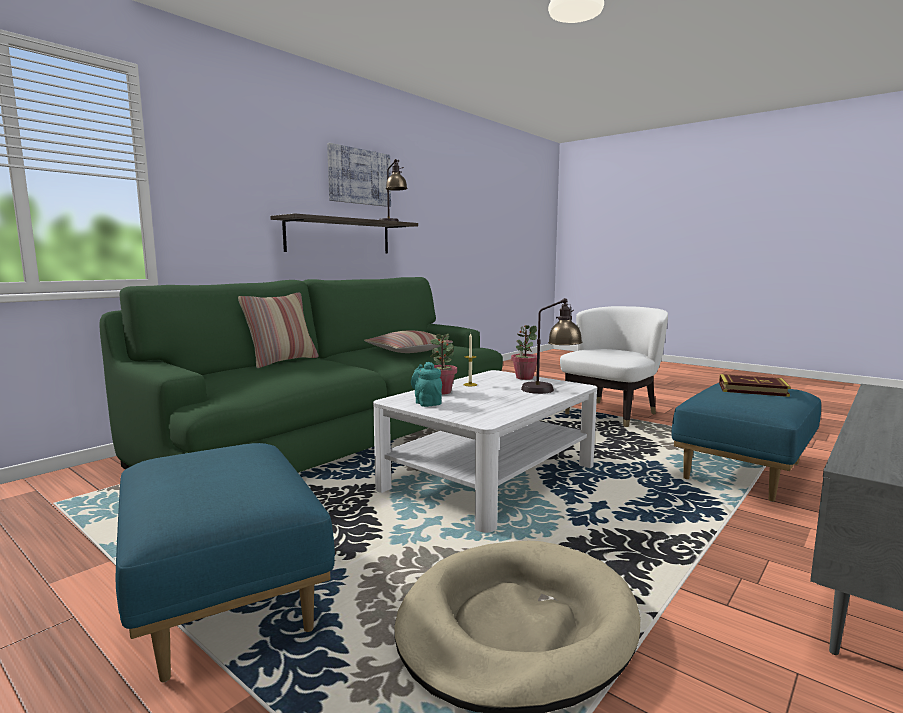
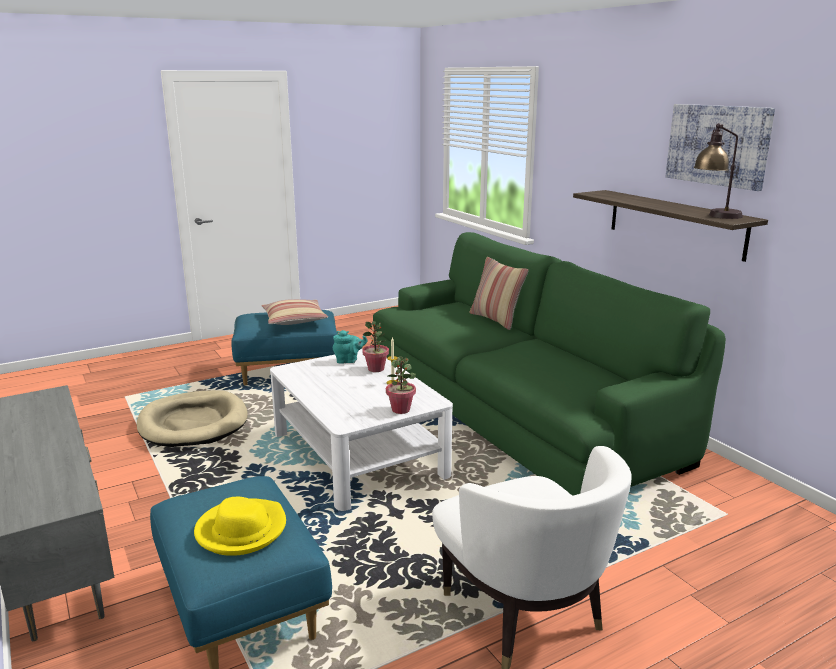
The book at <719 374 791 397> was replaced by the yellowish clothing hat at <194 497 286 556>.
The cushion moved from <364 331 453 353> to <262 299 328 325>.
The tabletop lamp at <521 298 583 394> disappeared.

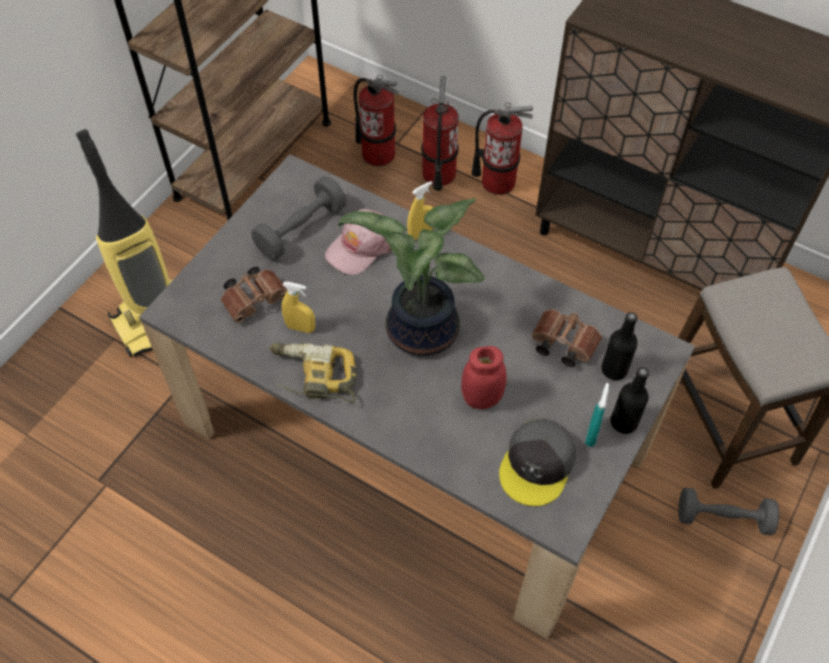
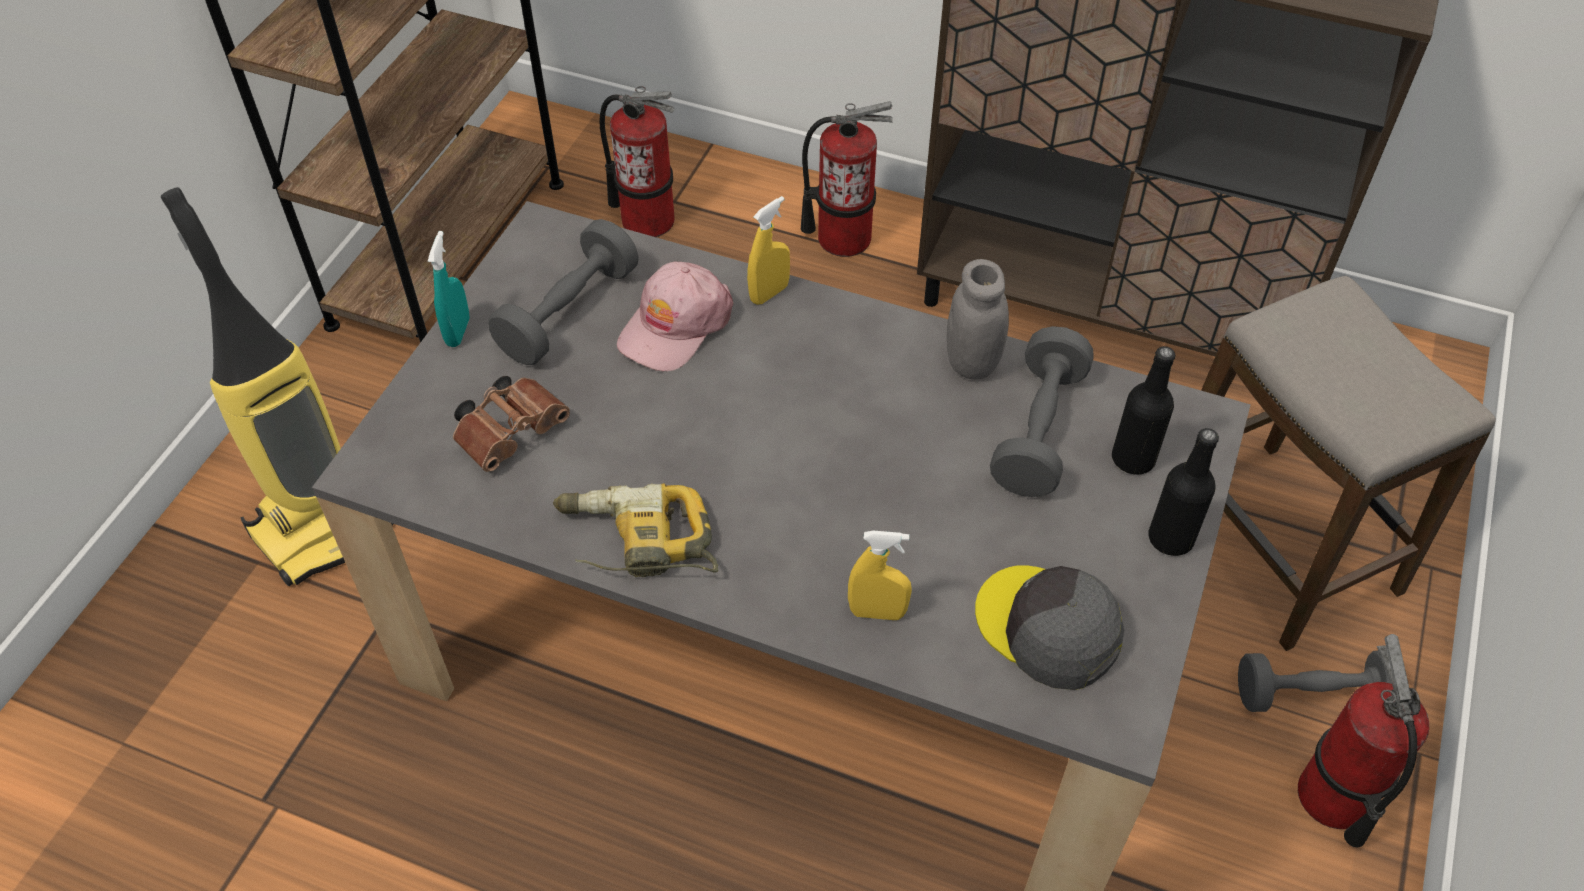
The blue-green spray bottle moved from <585 383 609 447> to <428 231 470 347>.
The yellowish spray bottle moved from <282 282 315 333> to <848 531 912 620>.
The grey jar at <946 259 1009 380> appeared.
The grey peaked cap at <499 418 576 506> turned 120 degrees clockwise.
The brown field glasses at <531 309 602 367> was replaced by the grey free weight at <990 326 1094 497>.
The extinguisher moved from <421 76 459 191> to <1298 634 1429 847>.
The plant in a pot at <338 198 485 356> disappeared.
The red-coloured jar at <461 346 507 409> disappeared.

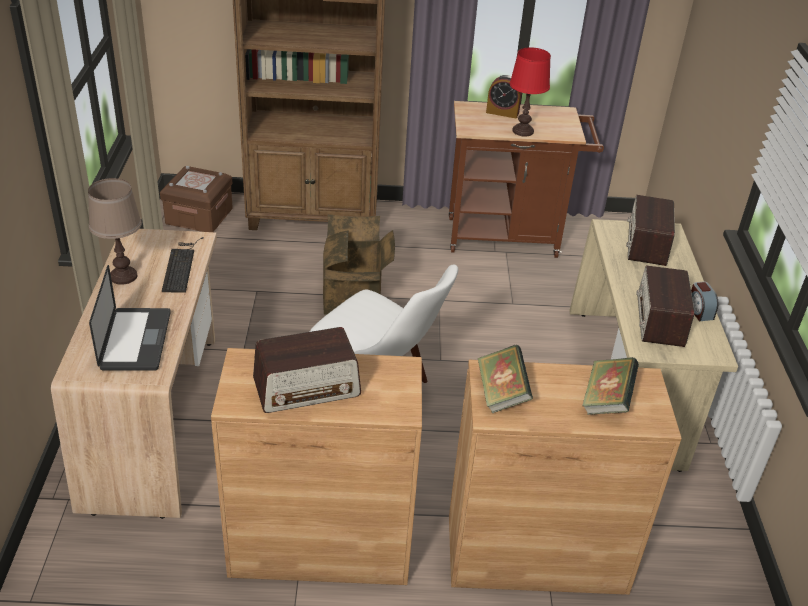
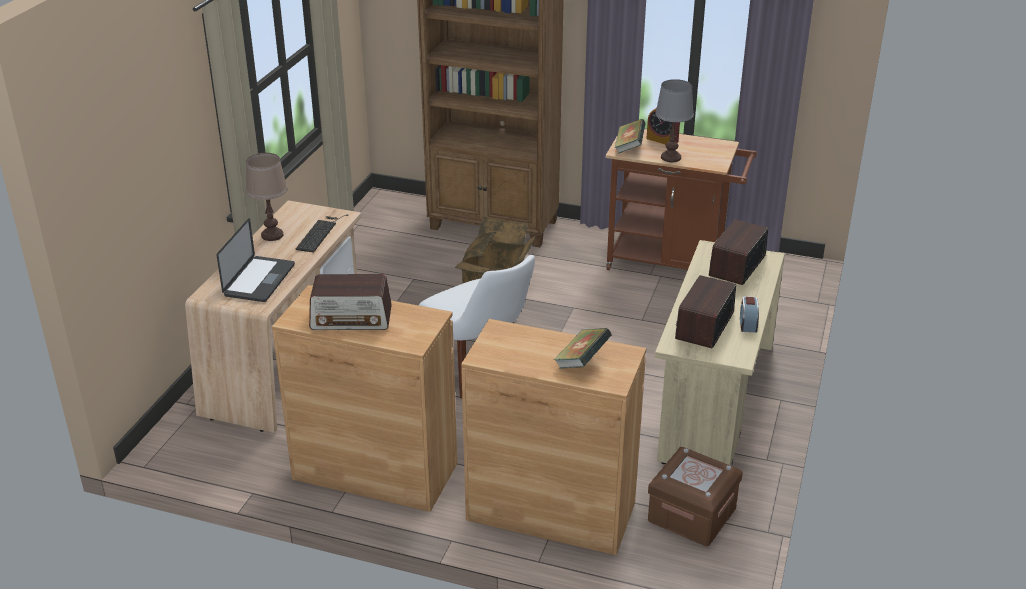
The book moved from <477 345 533 413> to <615 119 646 154>.
The brown storage box moved from <160 166 233 232> to <648 447 743 546>.
The red-coloured tabletop lamp at <509 47 551 137> became the grey tabletop lamp at <655 79 694 162>.

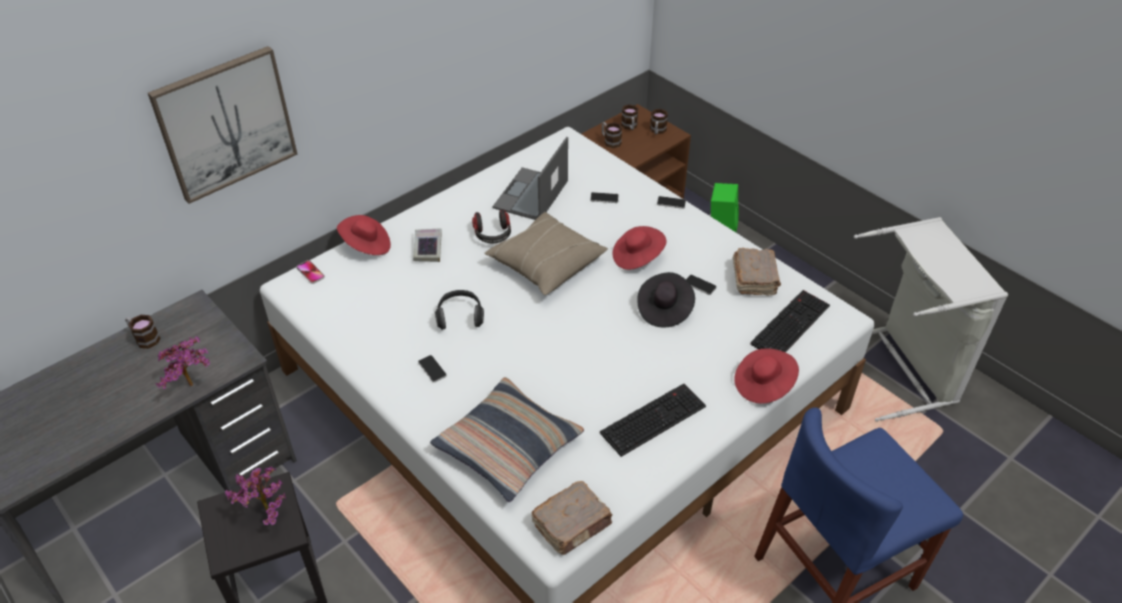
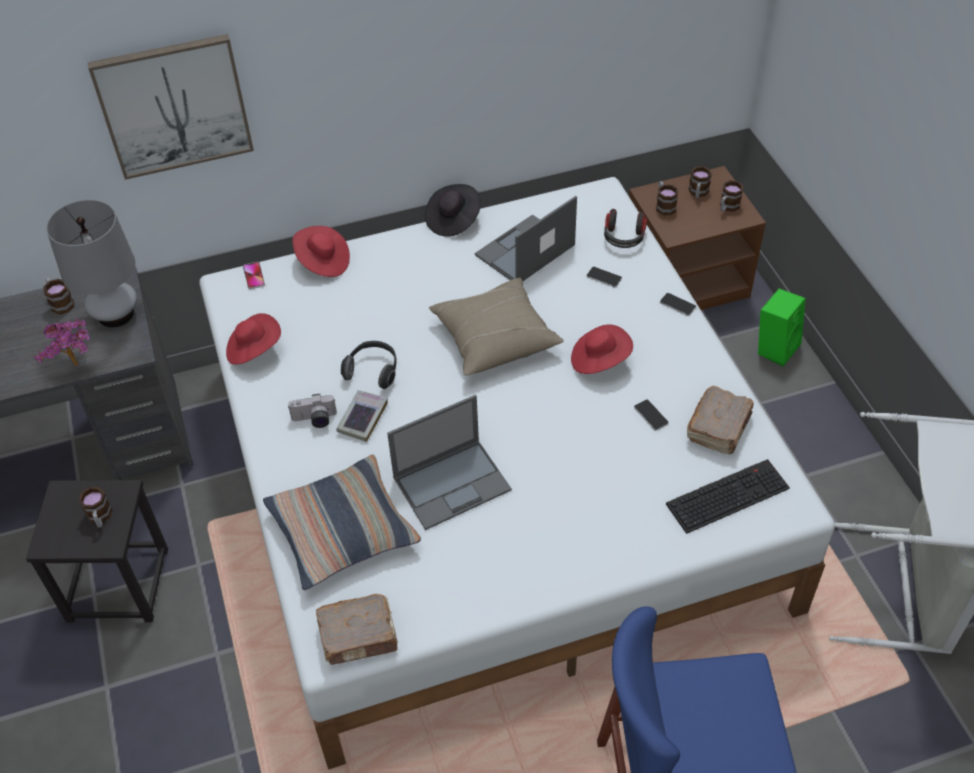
The grey tabletop lamp at <46 200 137 328> appeared.
The plant in a pot at <225 467 286 525> was replaced by the tea mug at <78 487 112 528>.
The red-coloured clothing hat moved from <734 348 799 404> to <226 313 281 365>.
The telephone at <418 355 447 382> was replaced by the still camera at <288 394 337 428>.
The book moved from <413 228 441 262> to <336 390 388 442>.
The portable computer at <387 395 512 530> appeared.
The black clothing hat moved from <637 272 695 328> to <425 184 481 237>.
The headset moved from <472 209 511 243> to <604 209 647 248>.
The keyboard at <600 384 706 457> disappeared.

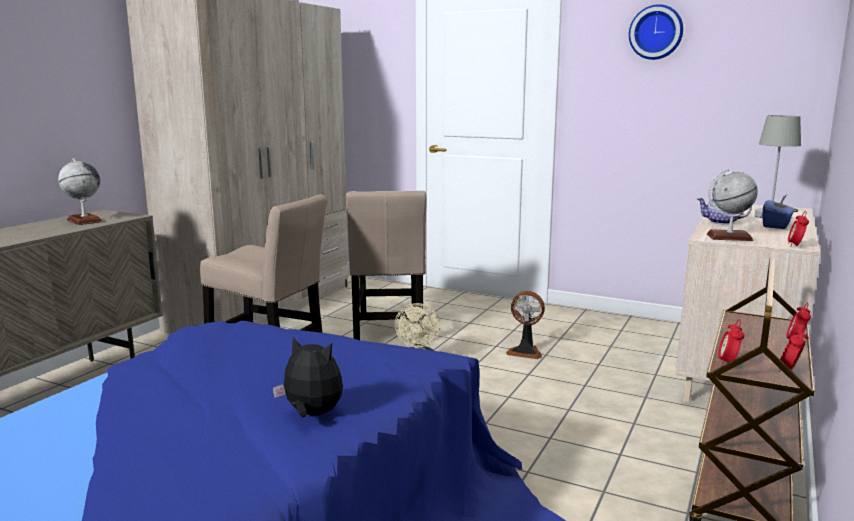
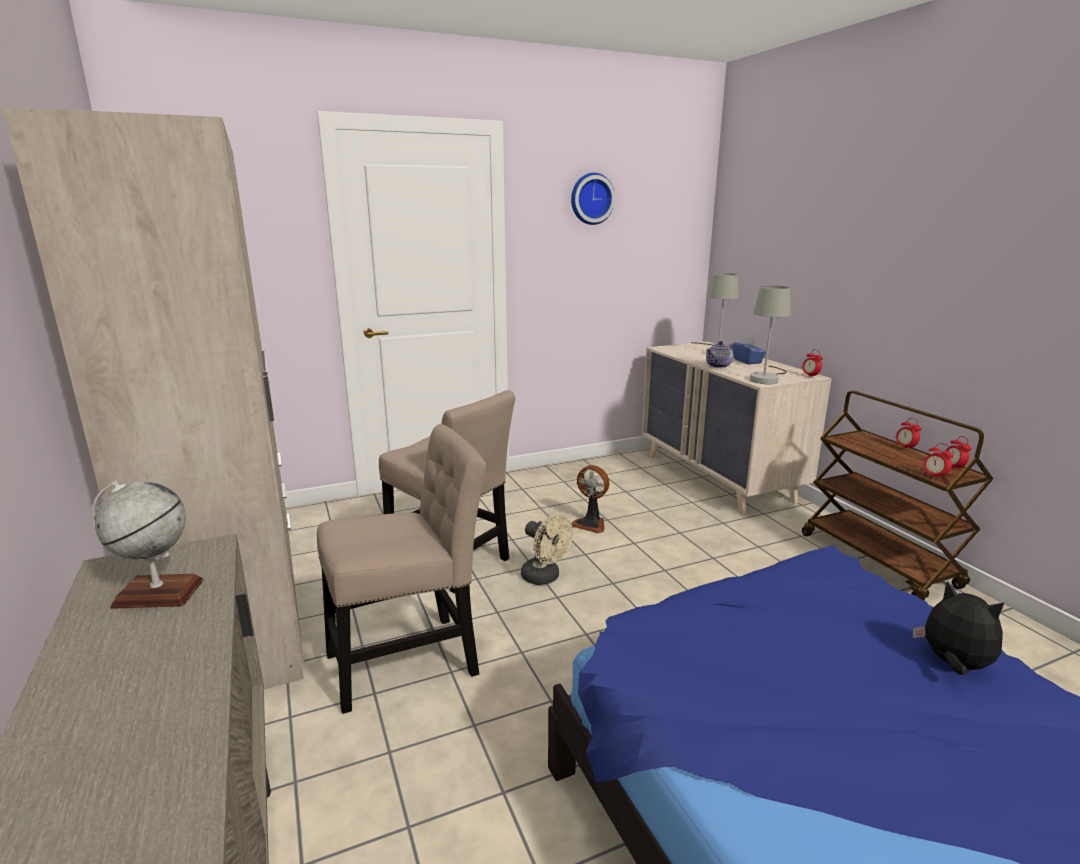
The fan at <506 291 545 359> turned 60 degrees clockwise.
The desk globe at <707 169 758 241> was replaced by the grey tabletop lamp at <750 286 791 384>.
The soft toy at <273 337 343 417> turned 75 degrees clockwise.

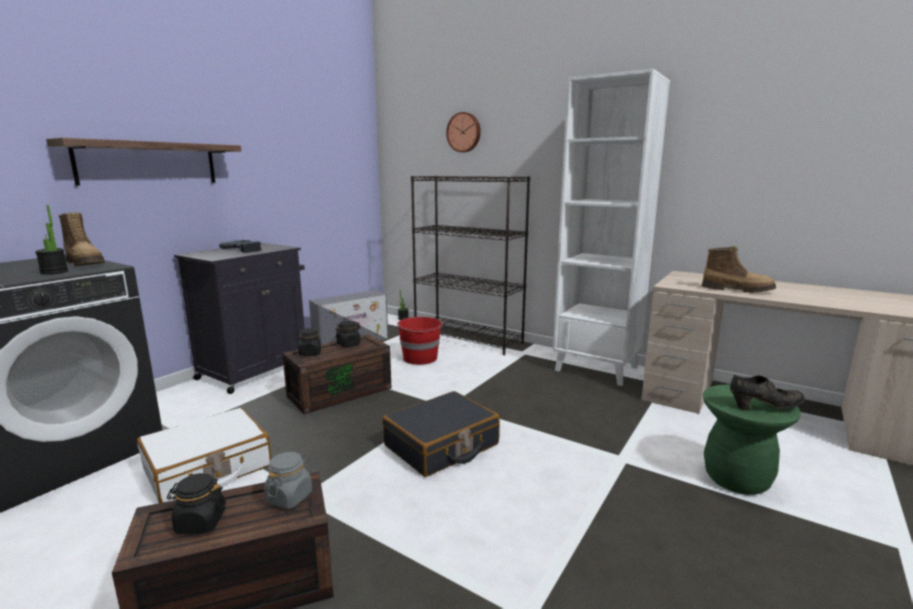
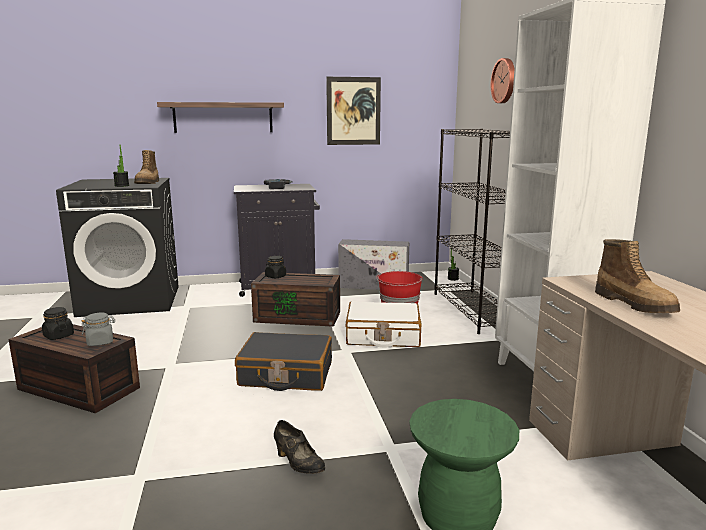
The black item of footwear moved from <730 375 805 410> to <274 420 325 474>.
The wall art at <326 77 381 145> appeared.
The whitish suitcase moved from <137 408 272 503> to <346 301 421 348>.
The black jar at <335 321 361 347> disappeared.

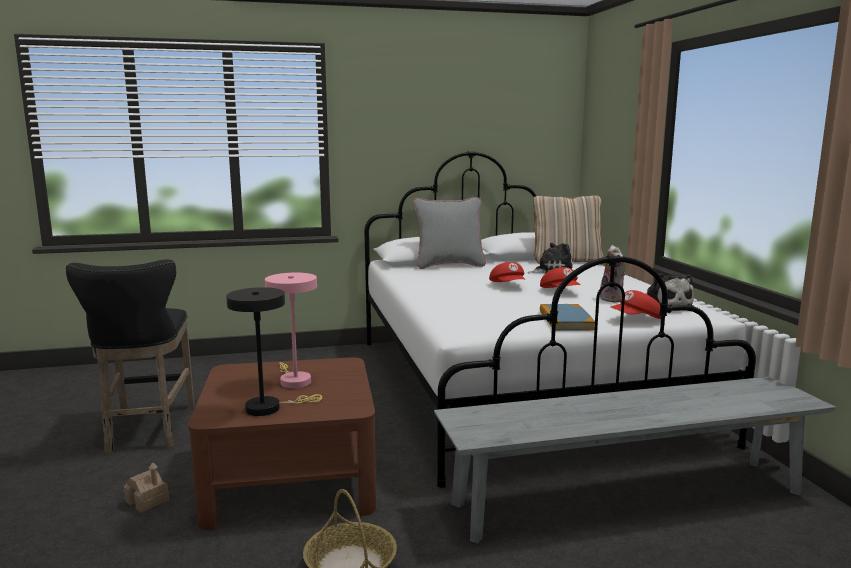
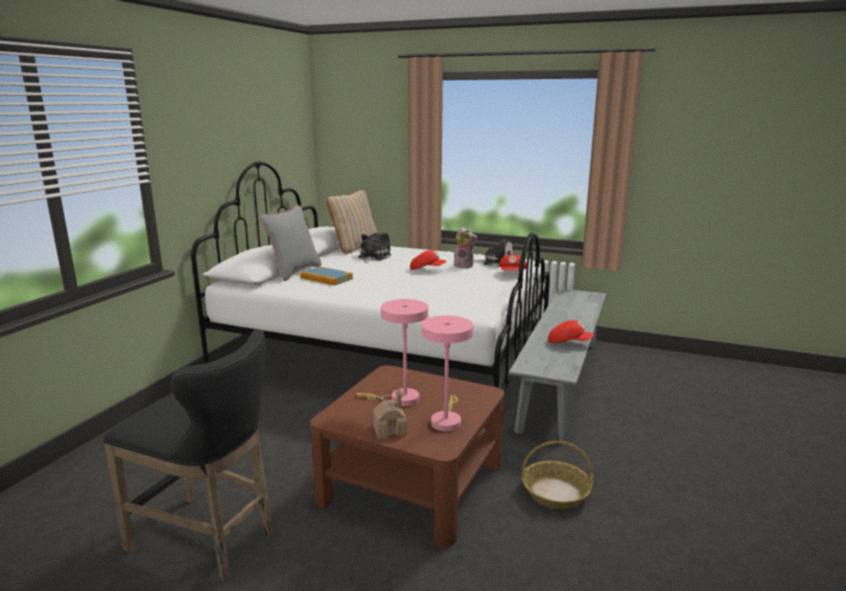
The book moved from <540 304 595 331> to <300 267 353 285>.
The miniature house moved from <124 462 169 513> to <372 389 407 439>.
The black tabletop lamp at <226 287 322 416> became the pink tabletop lamp at <422 315 473 432>.
The red-coloured peaked cap moved from <489 262 526 282> to <548 320 594 343>.

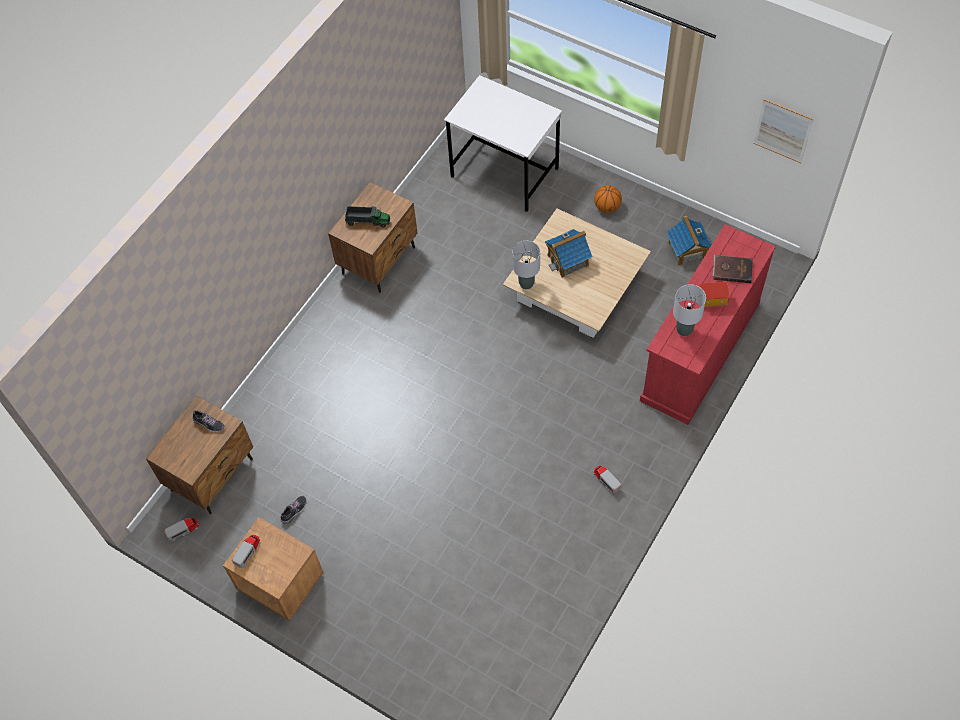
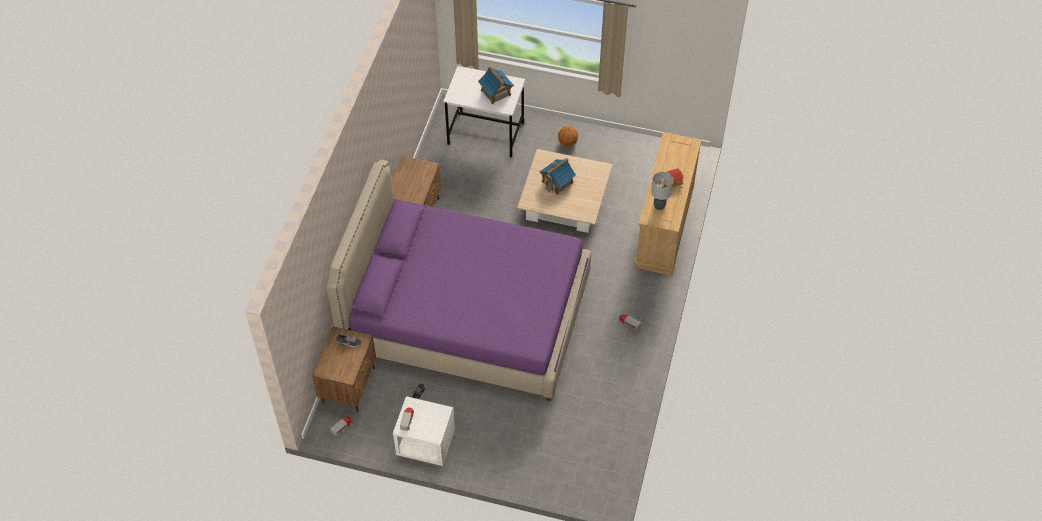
The purplish bed at <326 160 591 401> appeared.
The brown nightstand at <223 517 324 621> became the whitish nightstand at <393 396 455 466>.
The miniature house moved from <666 216 712 266> to <478 66 514 104>.
The red-coloured drawer chest at <640 224 776 425> became the beige-coloured drawer chest at <634 132 701 275>.
The toy truck at <345 206 390 227> disappeared.
The grey tabletop lamp at <513 241 540 289> disappeared.
The brown book at <712 255 753 283> disappeared.
The wall art at <753 99 814 163> disappeared.

